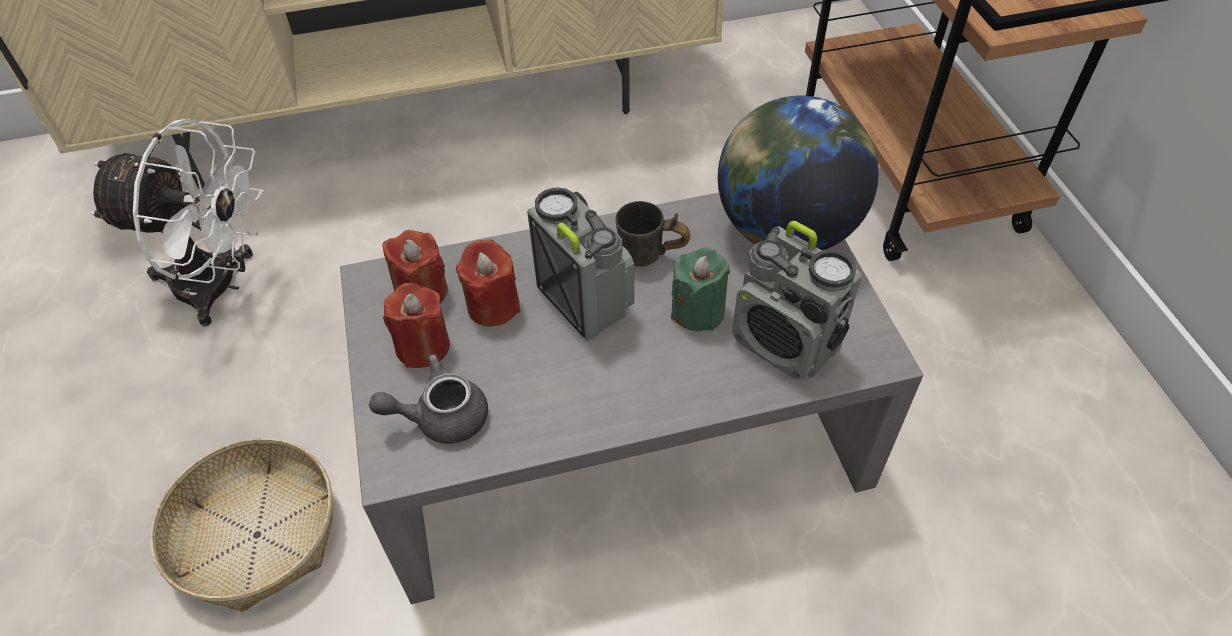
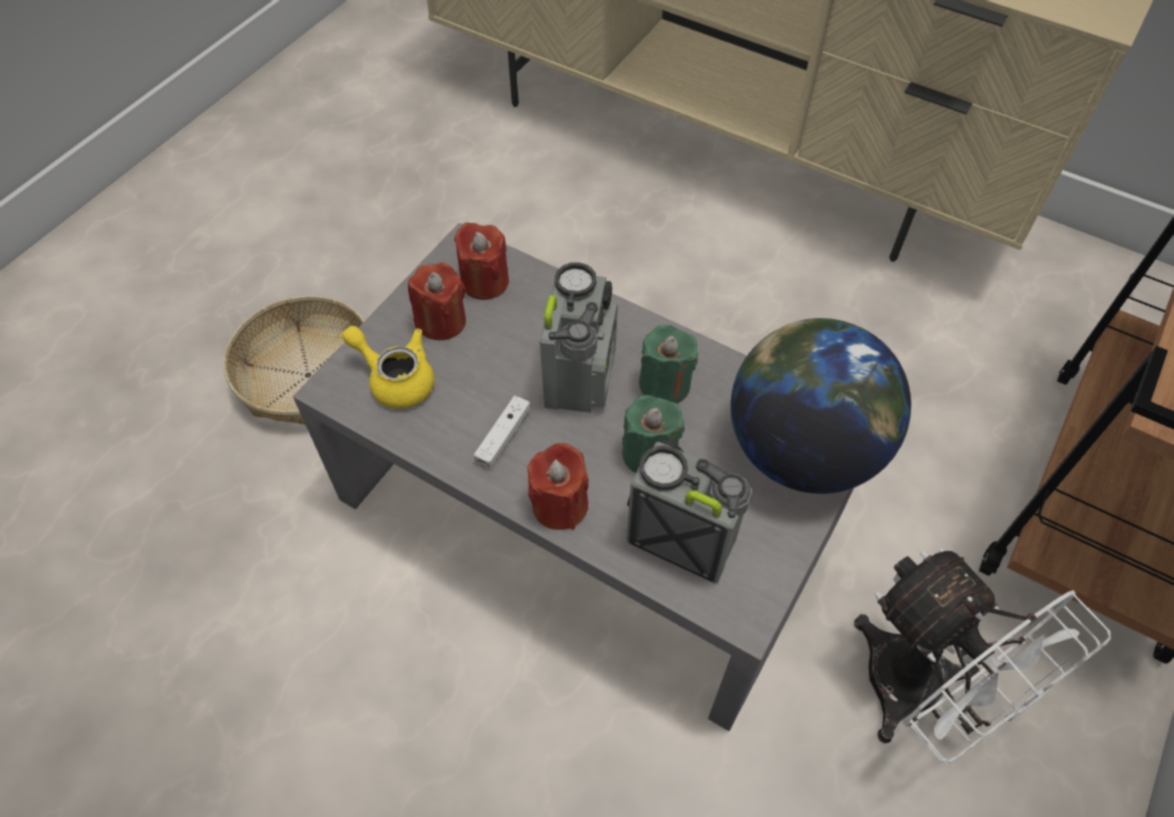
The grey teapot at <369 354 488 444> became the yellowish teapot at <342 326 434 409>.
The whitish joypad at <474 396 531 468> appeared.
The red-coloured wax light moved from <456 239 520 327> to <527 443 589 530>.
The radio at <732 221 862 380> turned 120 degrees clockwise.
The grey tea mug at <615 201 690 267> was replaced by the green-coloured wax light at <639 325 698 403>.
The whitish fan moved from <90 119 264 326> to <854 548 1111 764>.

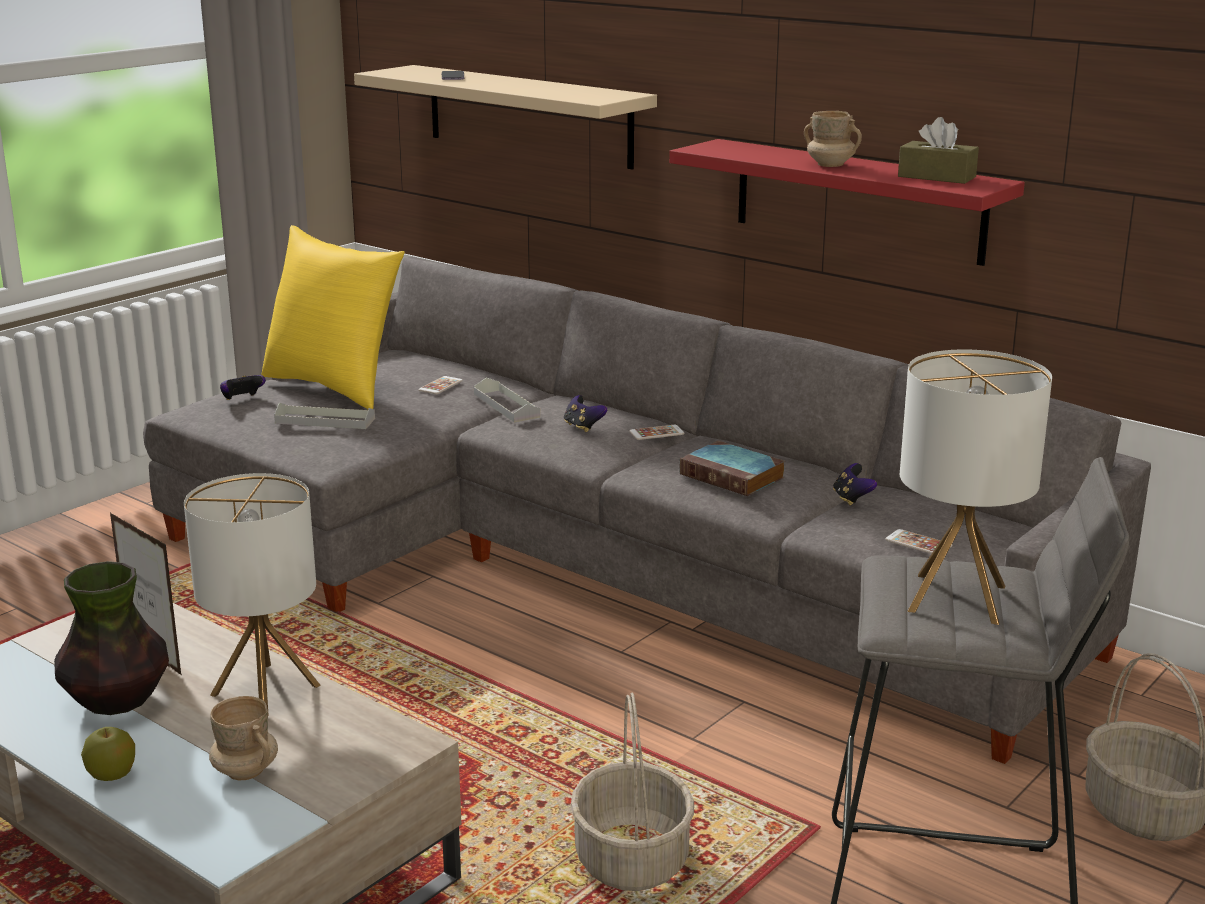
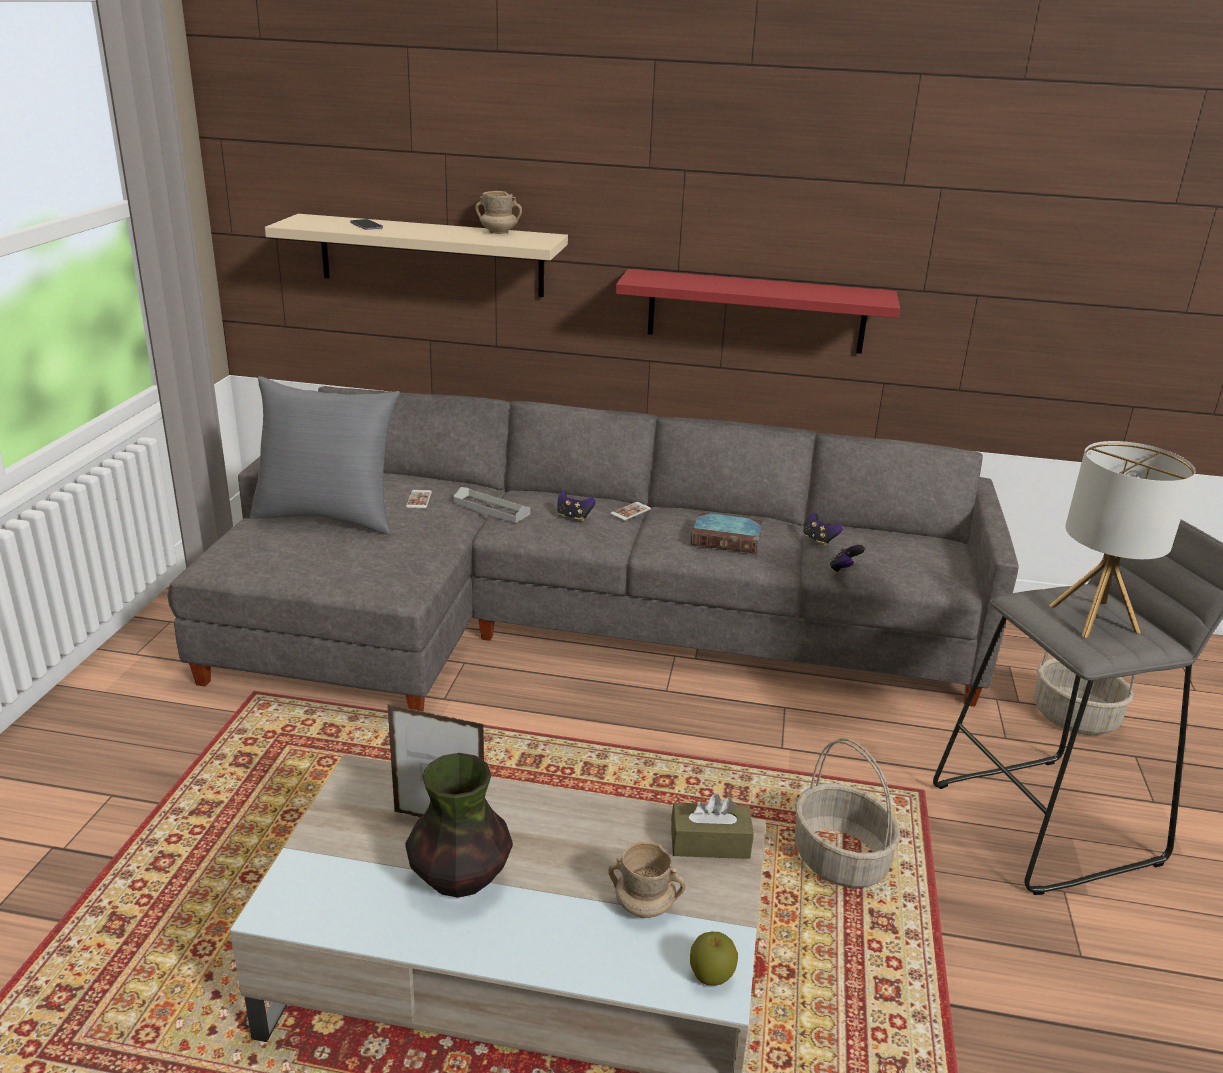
The yellowish cushion at <262 225 405 409> became the grey cushion at <250 376 400 535>.
The beige-coloured tea mug moved from <804 111 862 167> to <475 191 522 234>.
The brown tissue holder moved from <898 117 979 184> to <671 794 754 859>.
The apple moved from <81 727 135 781> to <690 932 738 986>.
The joypad moved from <220 375 266 400> to <829 545 865 573>.
The tabletop lamp at <184 473 320 716> disappeared.
The grey serving tray at <274 403 375 429> disappeared.
The telephone at <885 529 952 554> disappeared.

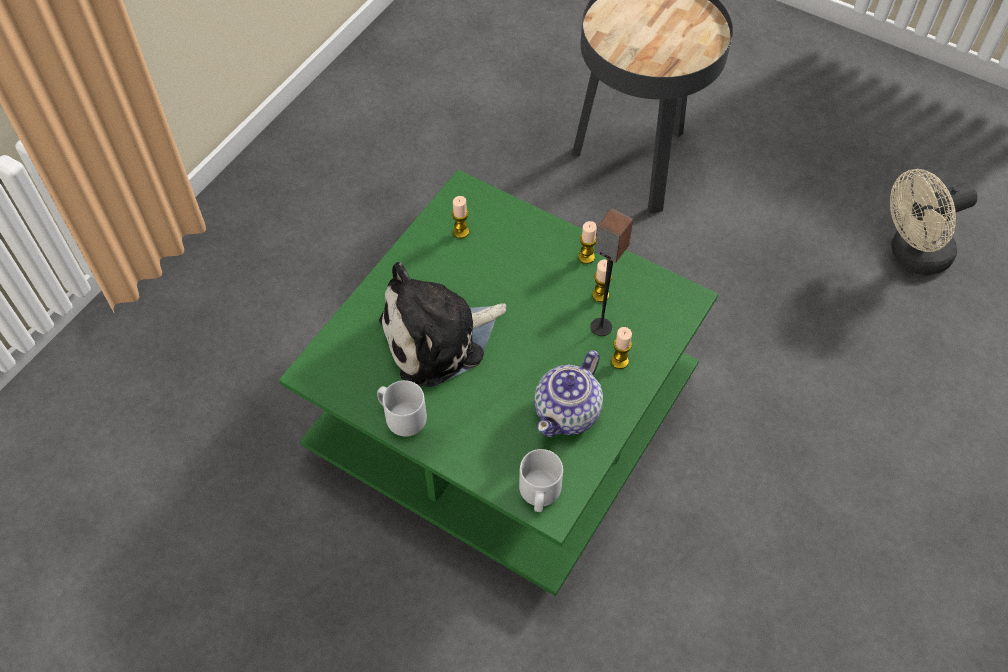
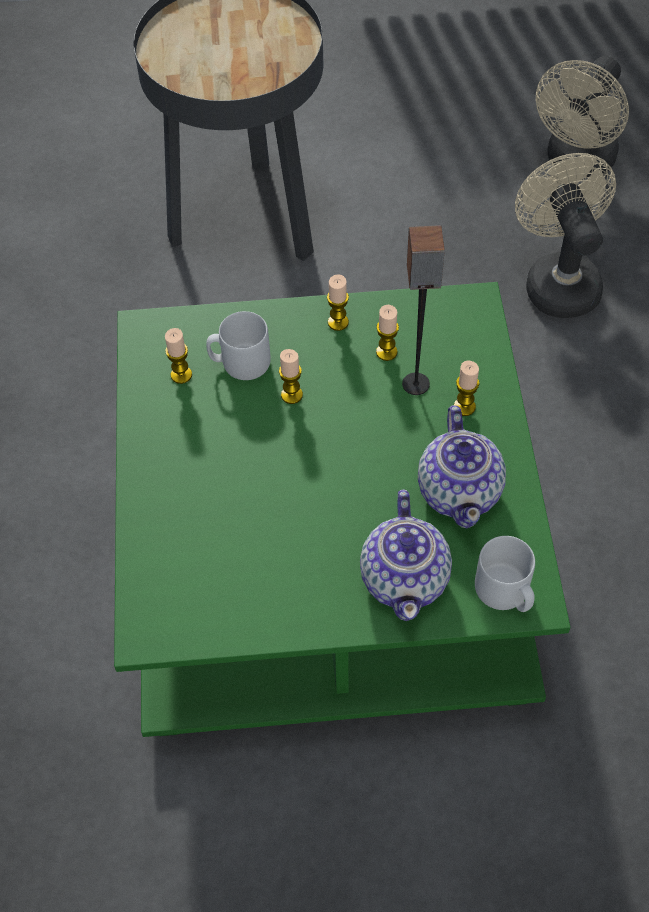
The grey tea mug moved from <377 380 427 437> to <206 311 271 380>.
The wax light at <279 349 303 404> appeared.
The teapot at <360 489 452 621> appeared.
The beige-coloured fan at <515 153 616 318> appeared.
The soft toy at <379 262 507 387> disappeared.

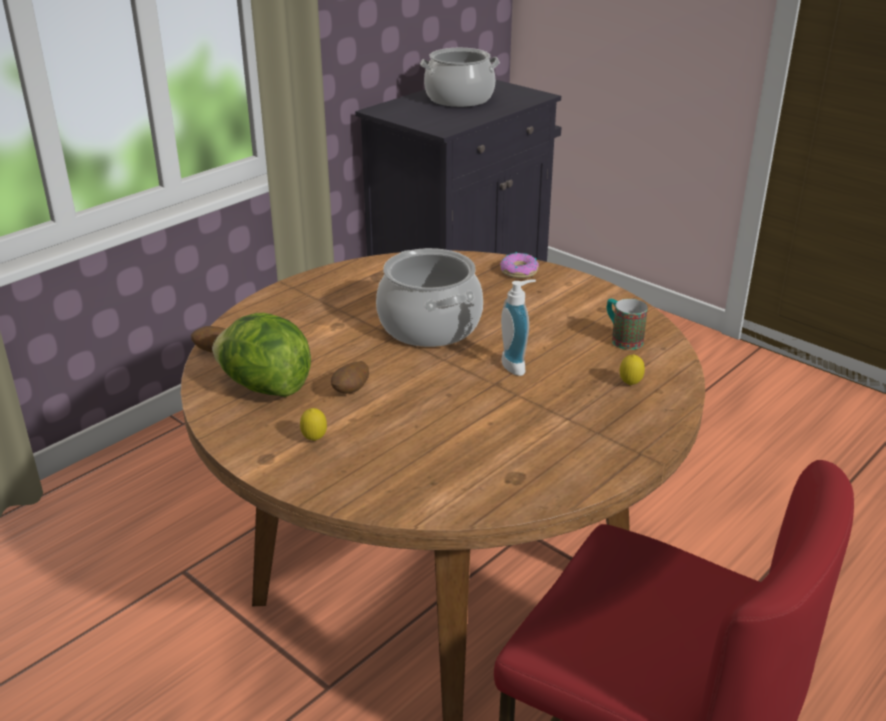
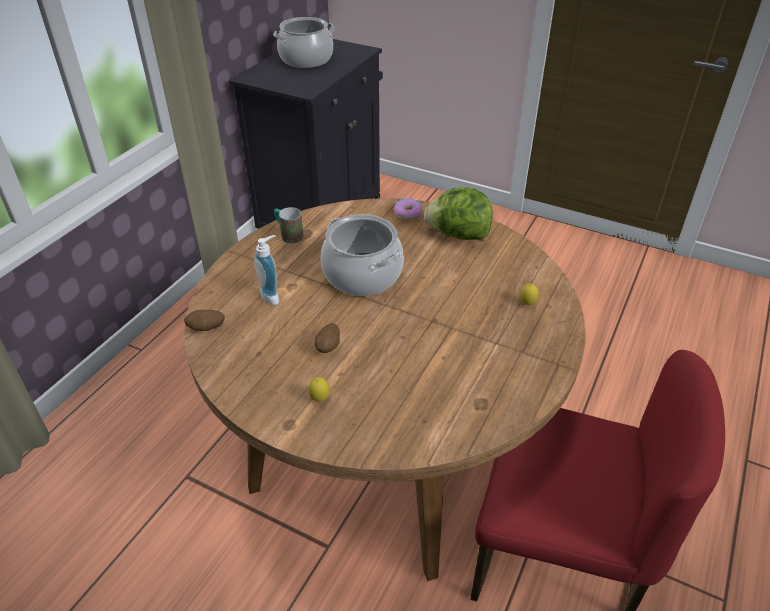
The soap bottle moved from <501 279 536 376> to <254 235 279 305>.
The tea mug moved from <607 299 648 350> to <274 207 304 244>.
The lettuce moved from <212 313 311 397> to <424 187 493 240>.

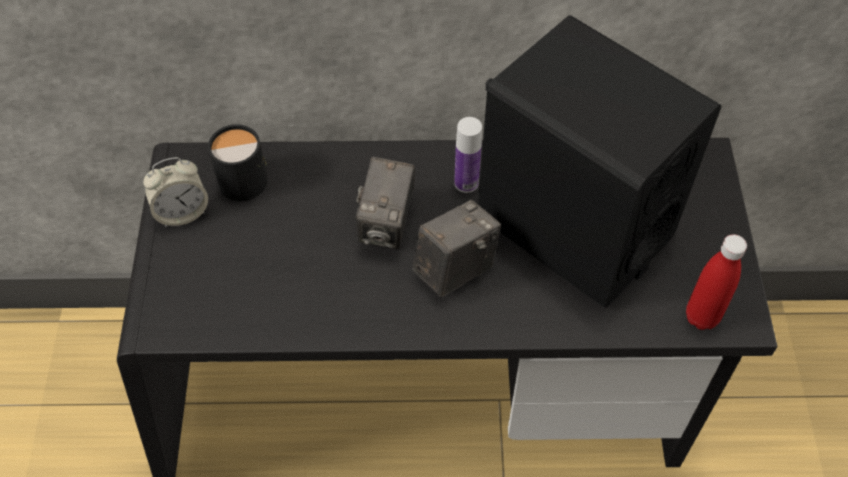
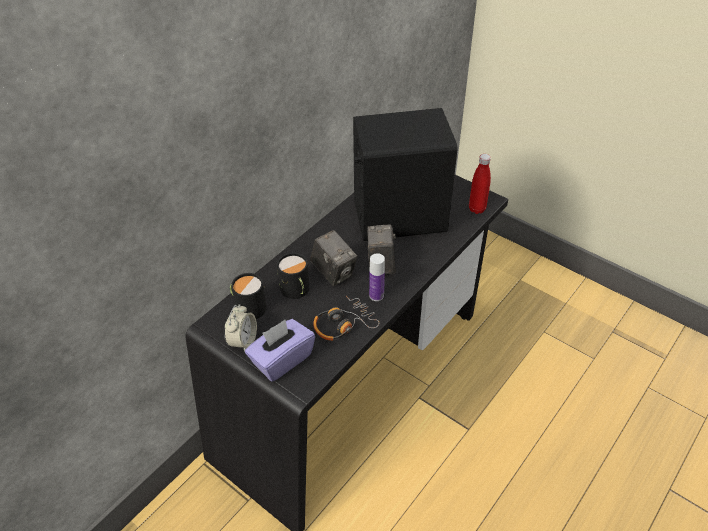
The purplish tissue holder at <245 319 315 382> appeared.
The black tea mug at <277 253 310 299> appeared.
The headset at <313 296 379 341> appeared.
The drink bottle moved from <454 117 482 193> to <369 253 385 301>.

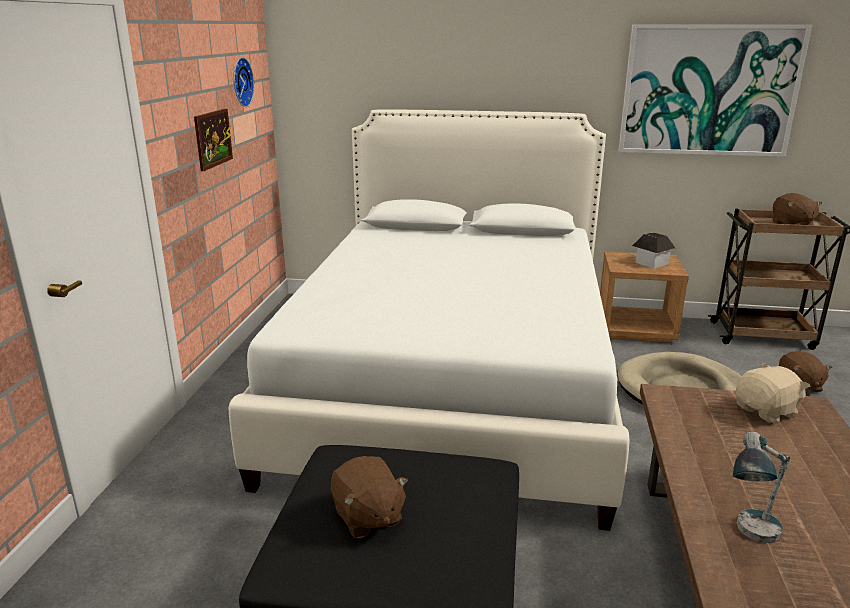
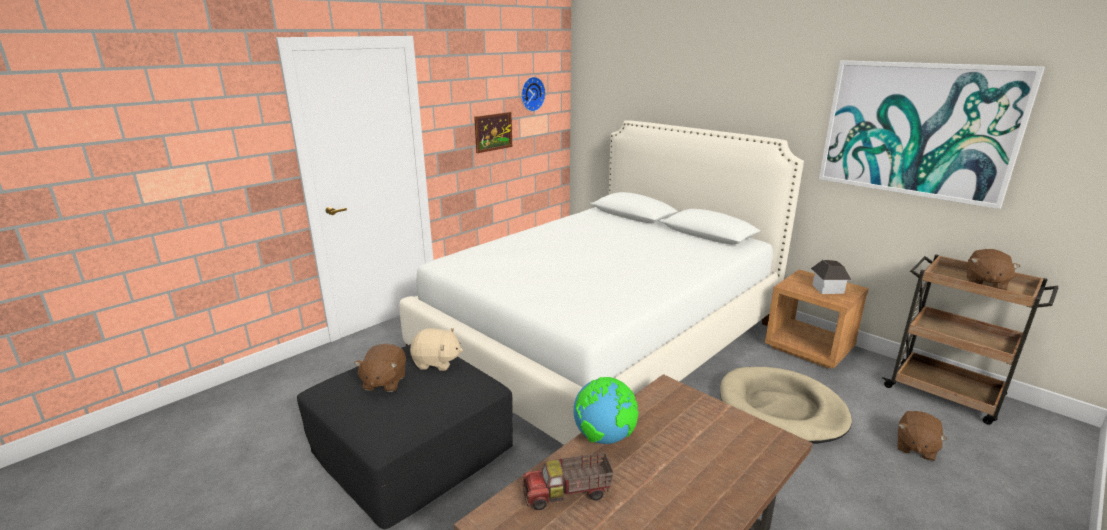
The beige-coloured soft toy moved from <736 363 811 424> to <410 328 463 371>.
The tabletop lamp at <733 432 790 543> was replaced by the toy truck at <523 452 614 510>.
The desk globe at <573 377 638 444> appeared.

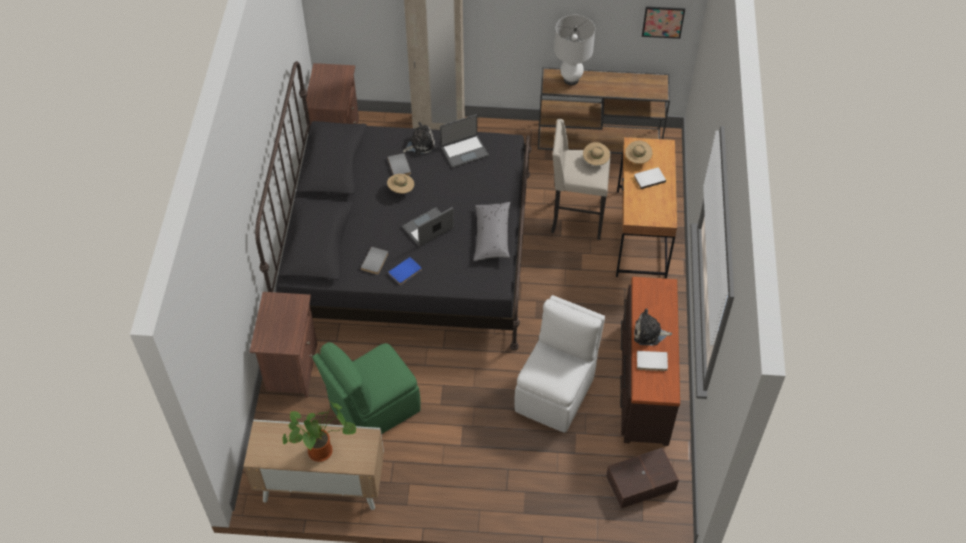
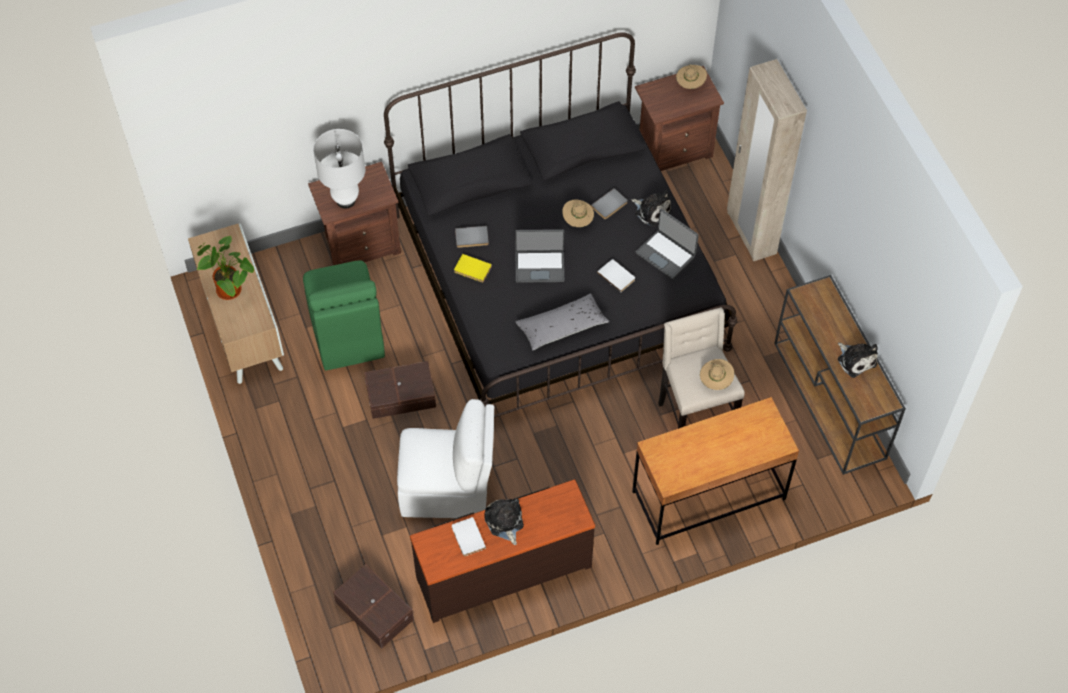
The green-coloured plain chair at <312 342 421 434> turned 135 degrees counterclockwise.
The whitish tabletop lamp moved from <554 15 595 85> to <313 129 366 209>.
The brown storage box at <364 361 436 419> appeared.
The blue-coloured book at <388 257 422 285> became the yellowish book at <454 254 492 283>.
The portable computer at <402 207 454 246> turned 150 degrees clockwise.
The whitish book moved from <634 168 666 189> to <597 259 635 293>.
The beige-coloured clothing hat moved from <625 141 652 164> to <676 64 707 89>.
The soft toy at <838 342 878 378> appeared.
The wall art at <642 6 685 39> disappeared.

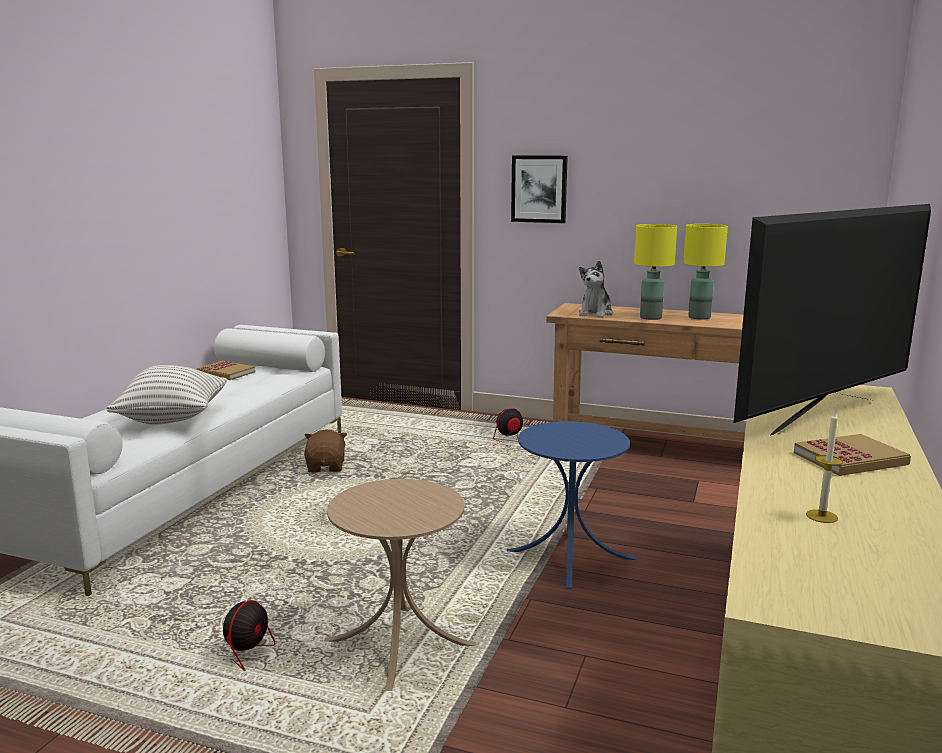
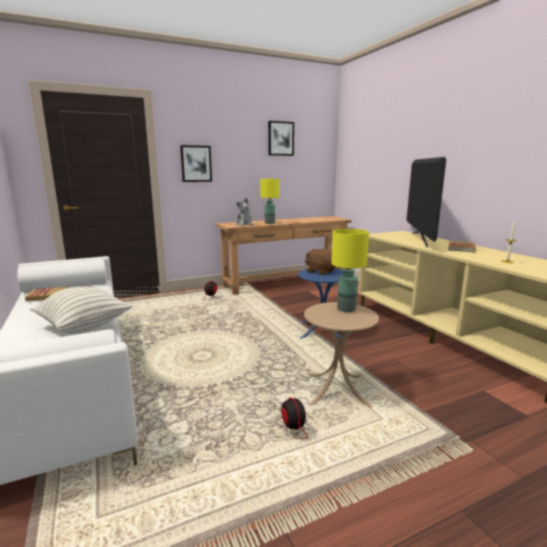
The wall art at <268 121 294 156> appeared.
The brown soft toy moved from <304 430 347 472> to <305 249 336 275>.
The yellowish tabletop lamp moved from <683 224 728 320> to <331 229 369 312>.

